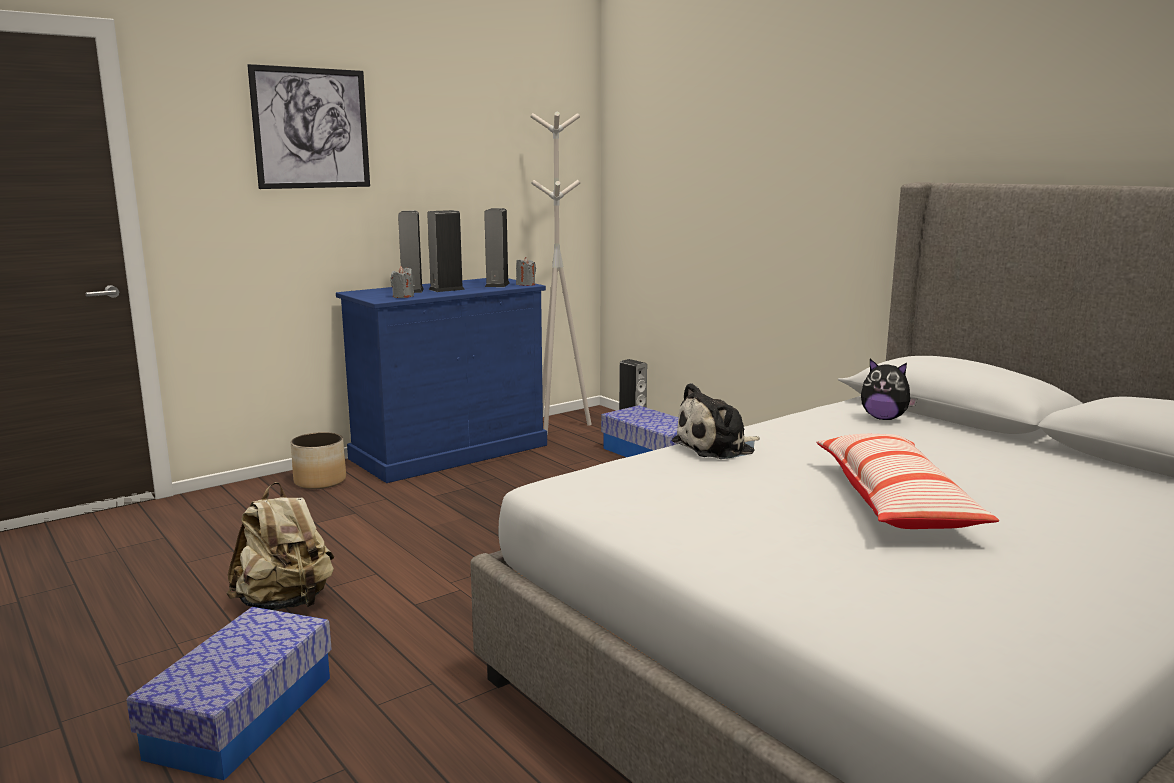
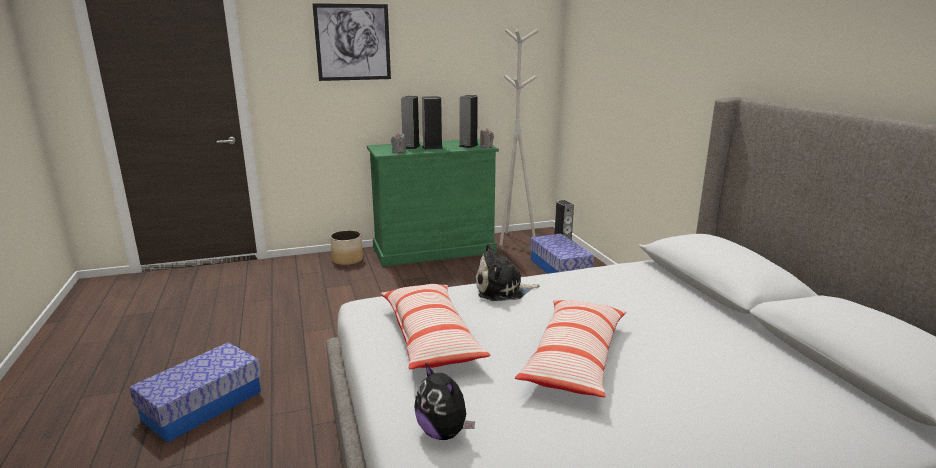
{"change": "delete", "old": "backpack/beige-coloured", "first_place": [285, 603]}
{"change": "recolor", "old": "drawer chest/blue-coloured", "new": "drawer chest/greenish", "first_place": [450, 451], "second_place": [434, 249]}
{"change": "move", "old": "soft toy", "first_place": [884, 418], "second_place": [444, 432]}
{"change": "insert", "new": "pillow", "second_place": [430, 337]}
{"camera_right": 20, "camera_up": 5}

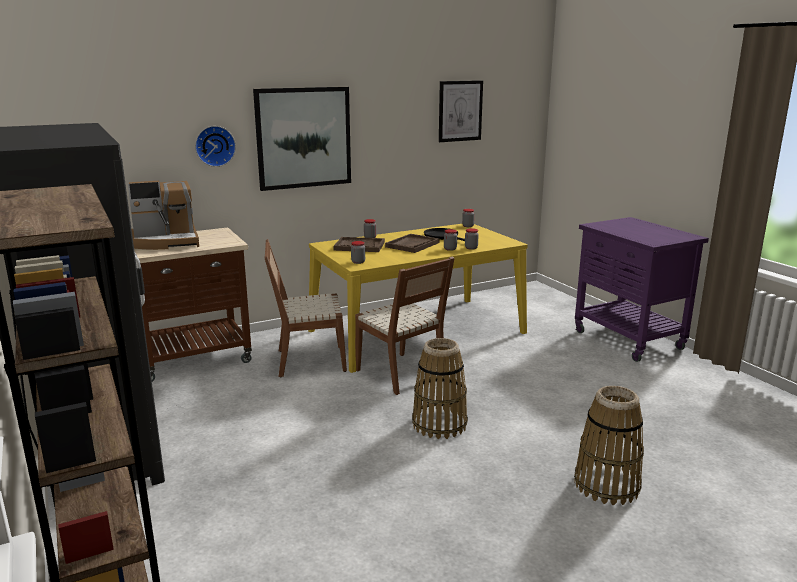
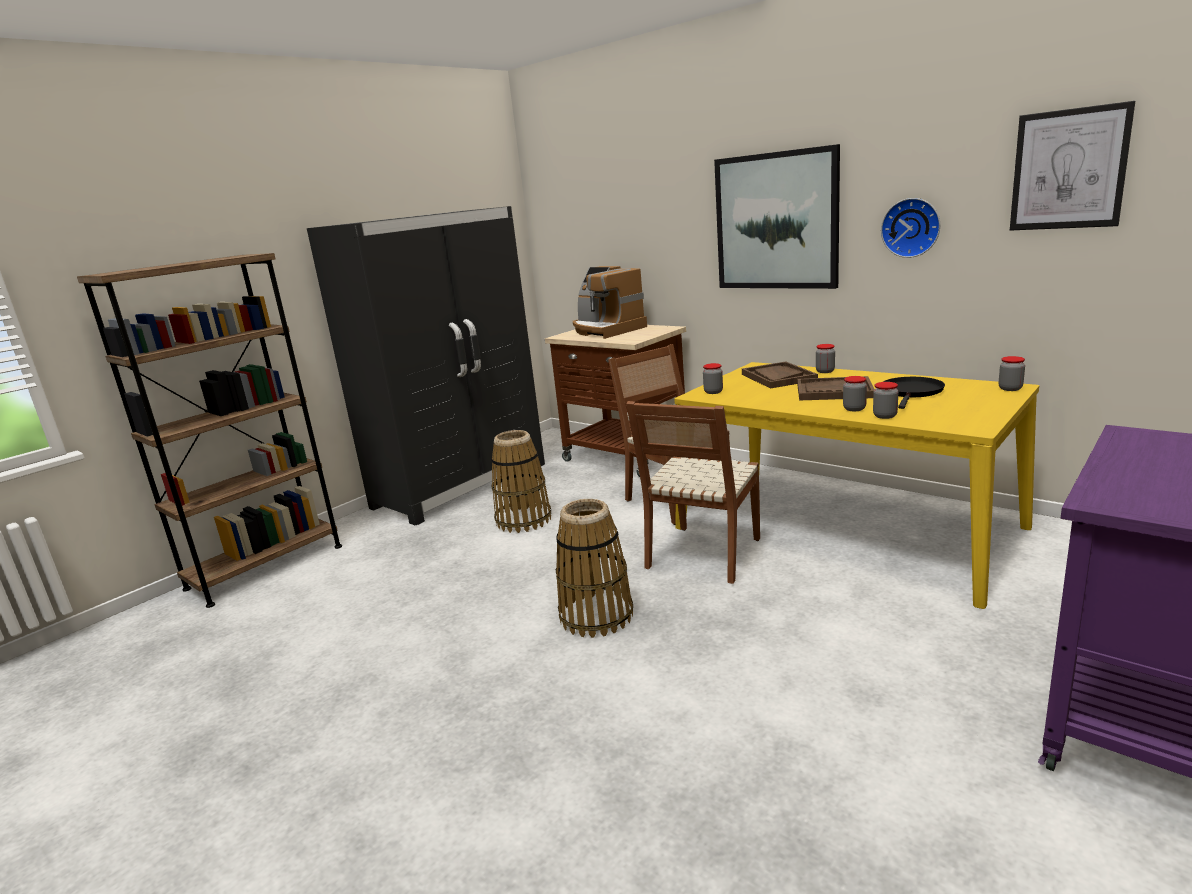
{"change": "move", "old": "wall clock", "first_place": [214, 146], "second_place": [911, 227]}
{"change": "move", "old": "storage basket", "first_place": [606, 485], "second_place": [524, 520]}
{"camera_right": 70, "camera_up": 0}

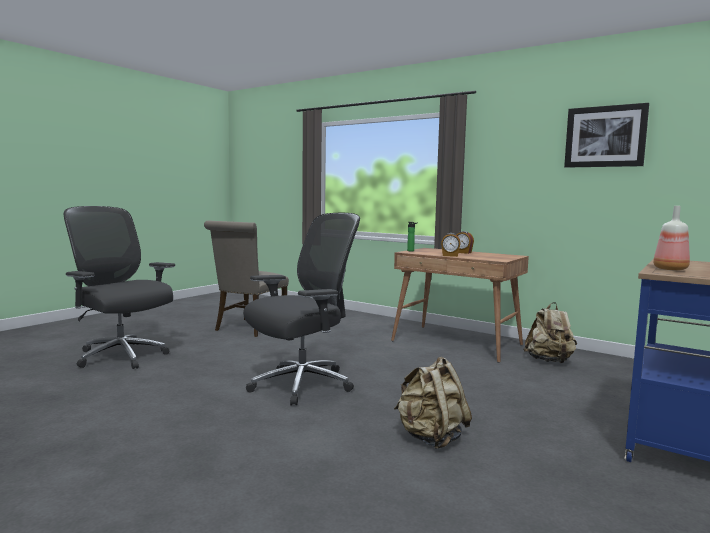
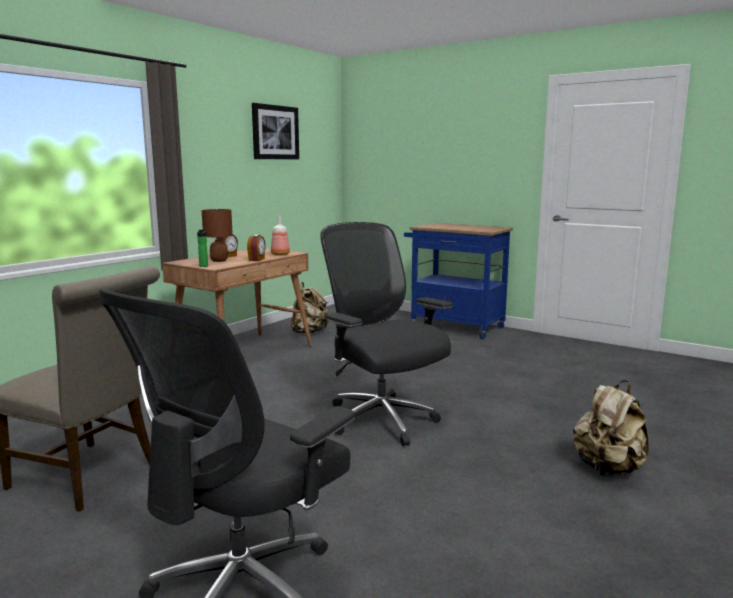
{"change": "move", "old": "backpack/beige-coloured", "first_place": [431, 438], "second_place": [608, 469]}
{"change": "move", "old": "beverage bottle", "first_place": [669, 269], "second_place": [280, 255]}
{"change": "insert", "new": "tabletop lamp/brownish", "second_place": [219, 261]}
{"camera_right": -90, "camera_up": 5}

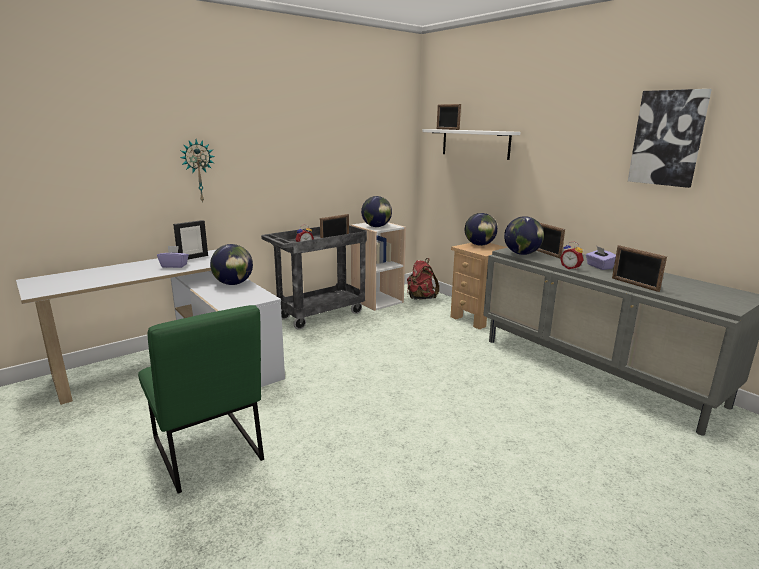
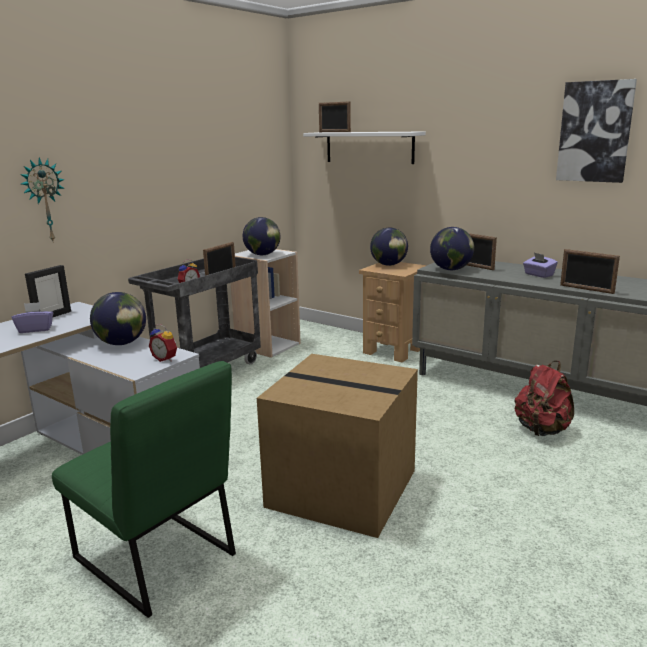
{"change": "move", "old": "backpack/reddish", "first_place": [420, 298], "second_place": [542, 430]}
{"change": "move", "old": "alarm clock", "first_place": [571, 268], "second_place": [166, 359]}
{"change": "insert", "new": "packing box", "second_place": [339, 489]}
{"camera_right": -15, "camera_up": 0}

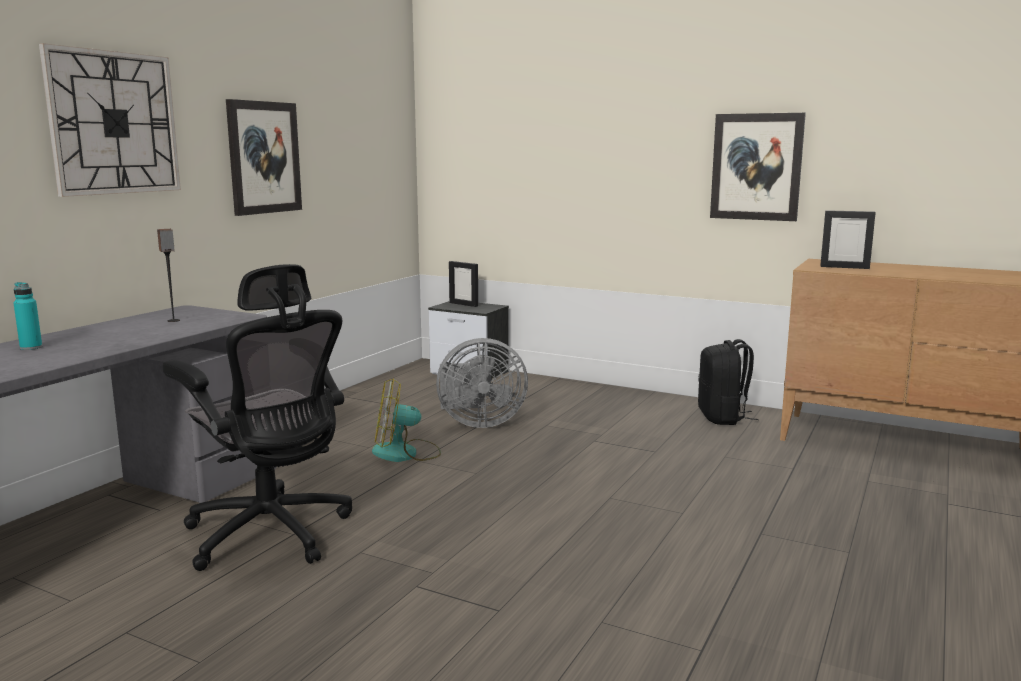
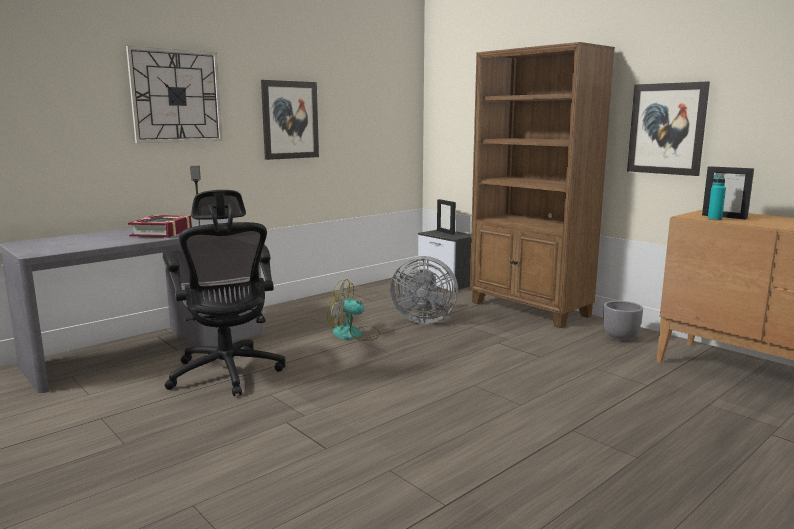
{"change": "move", "old": "beverage bottle/turquoise-coloured", "first_place": [31, 347], "second_place": [714, 219]}
{"change": "replace", "old": "backpack/black", "new": "flower pot/gray", "first_place": [723, 418], "second_place": [620, 338]}
{"change": "insert", "new": "bound book", "second_place": [162, 232]}
{"change": "insert", "new": "bookshelf/brownish", "second_place": [529, 309]}
{"camera_right": 20, "camera_up": 0}

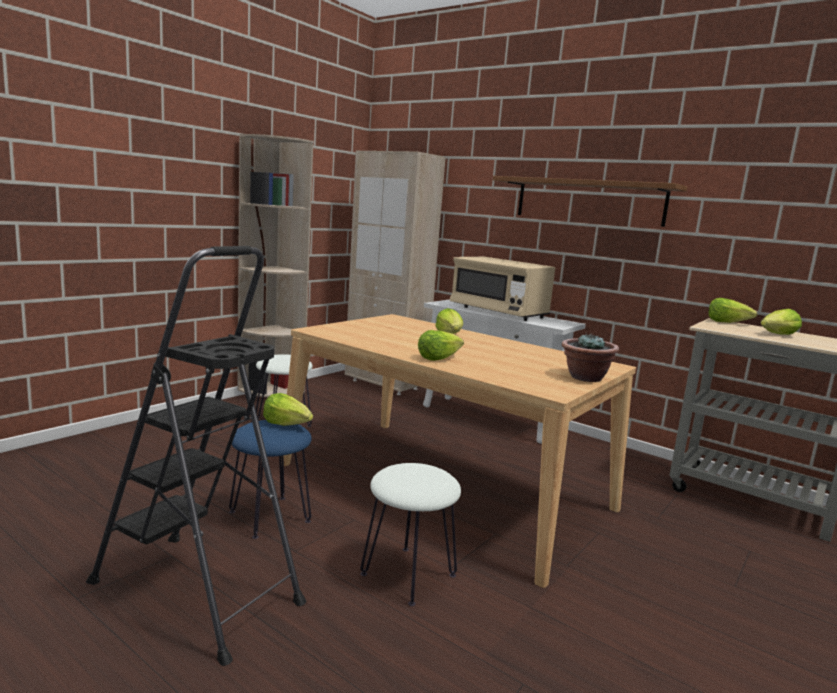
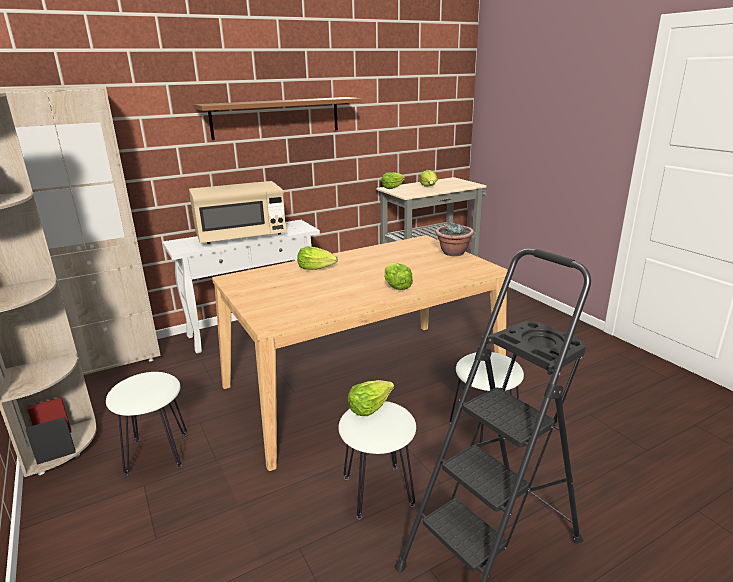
{"change": "recolor", "old": "sitting stool/blue-coloured", "new": "sitting stool/whitish", "first_place": [269, 516], "second_place": [378, 491]}
{"camera_right": -65, "camera_up": 10}

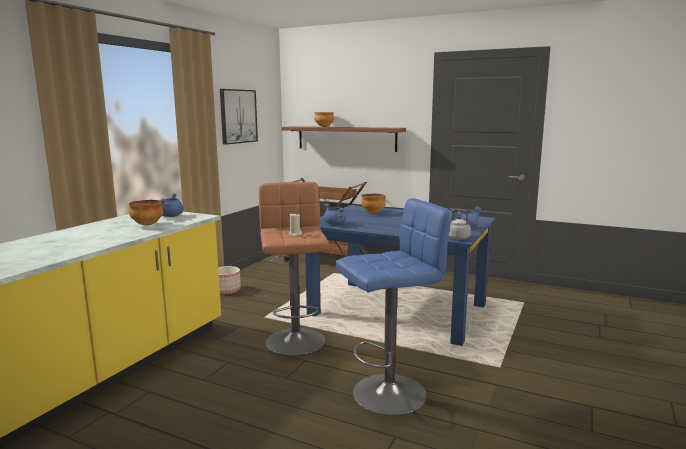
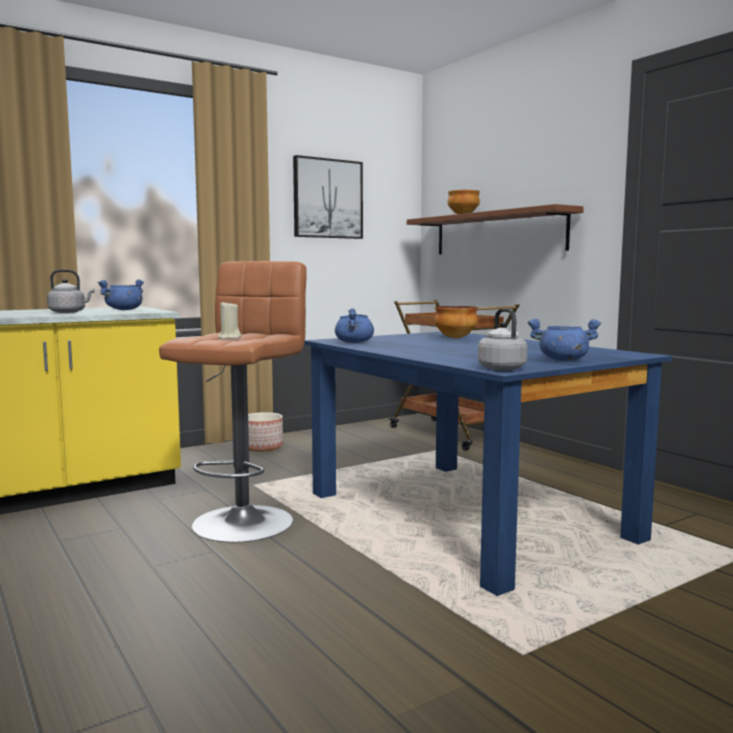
{"change": "replace", "old": "bowl", "new": "tea kettle/gray", "first_place": [147, 225], "second_place": [69, 312]}
{"change": "delete", "old": "sitting stool/blue-coloured", "first_place": [390, 394]}
{"camera_right": 30, "camera_up": -5}

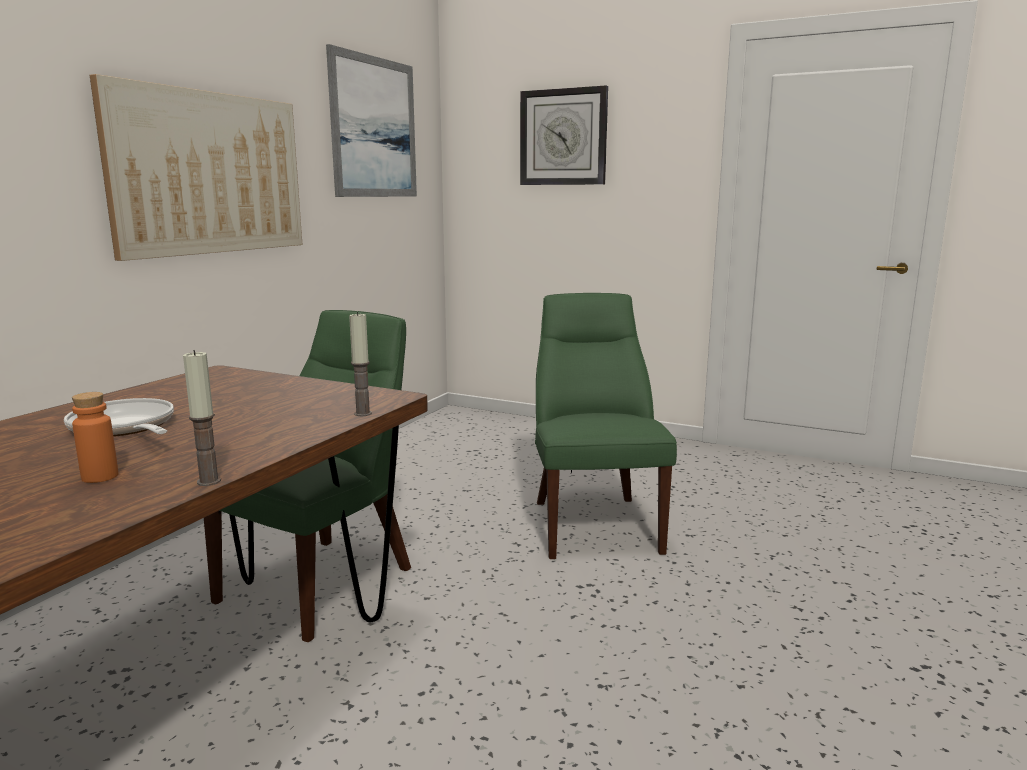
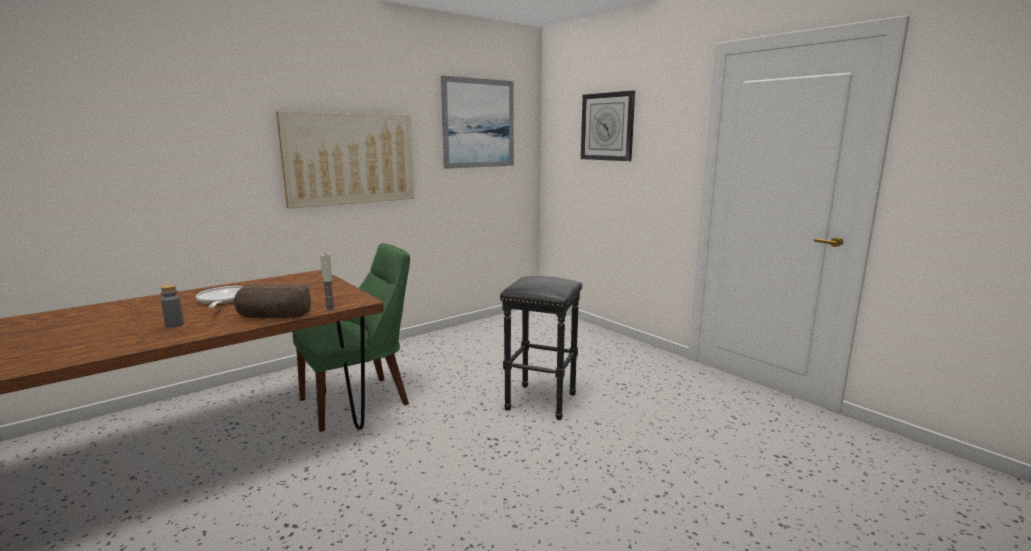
{"change": "recolor", "old": "beverage bottle/orange", "new": "beverage bottle/gray", "first_place": [100, 477], "second_place": [174, 325]}
{"change": "delete", "old": "candle", "first_place": [209, 481]}
{"change": "replace", "old": "plain chair/greenish", "new": "sitting stool/black", "first_place": [593, 523], "second_place": [542, 401]}
{"change": "insert", "new": "bread", "second_place": [273, 316]}
{"camera_right": 25, "camera_up": 0}

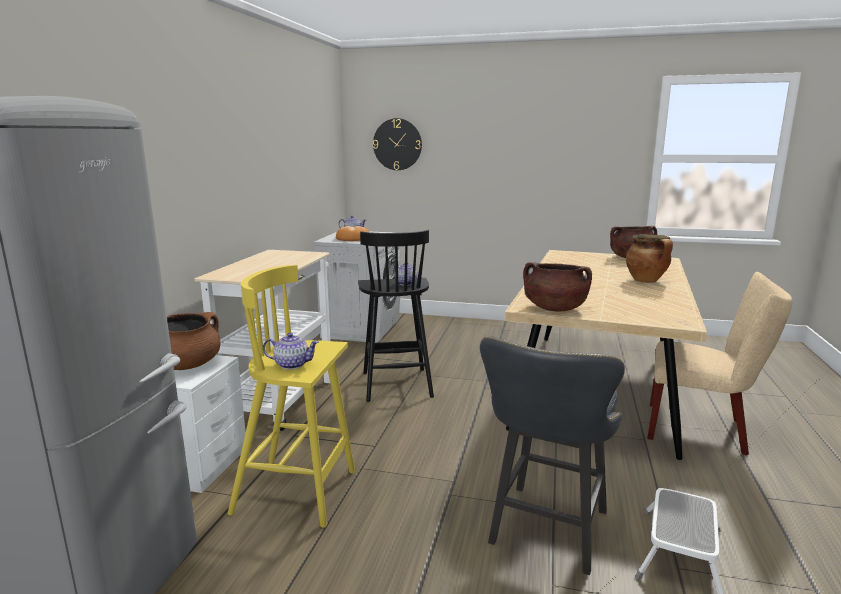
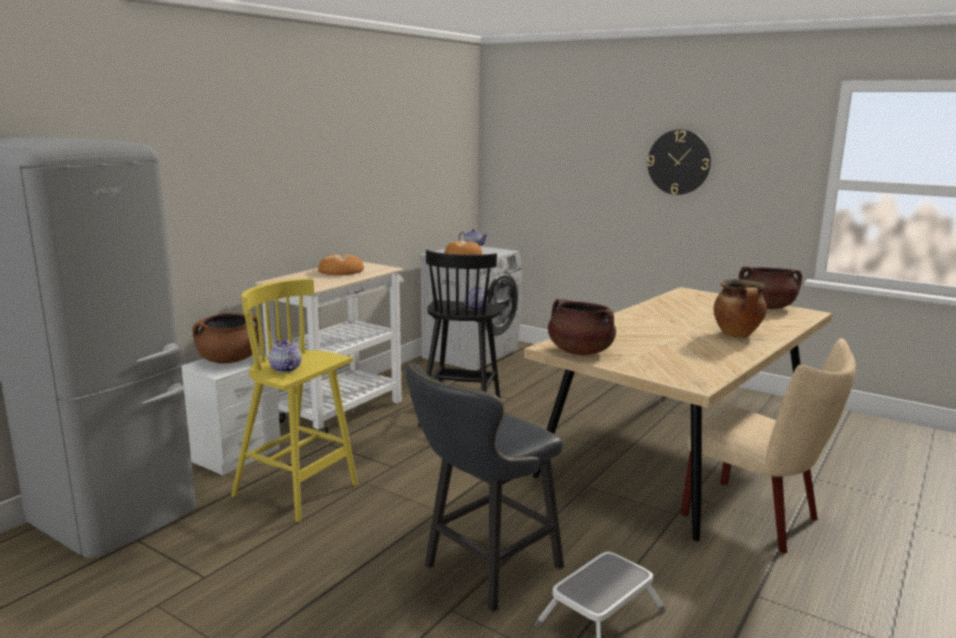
{"change": "rotate", "old": "teapot", "first_place": [292, 364], "second_place": [285, 369], "degrees": -150}
{"change": "move", "old": "wall clock", "first_place": [397, 144], "second_place": [678, 162]}
{"change": "insert", "new": "bread", "second_place": [341, 271]}
{"camera_right": 20, "camera_up": 0}

